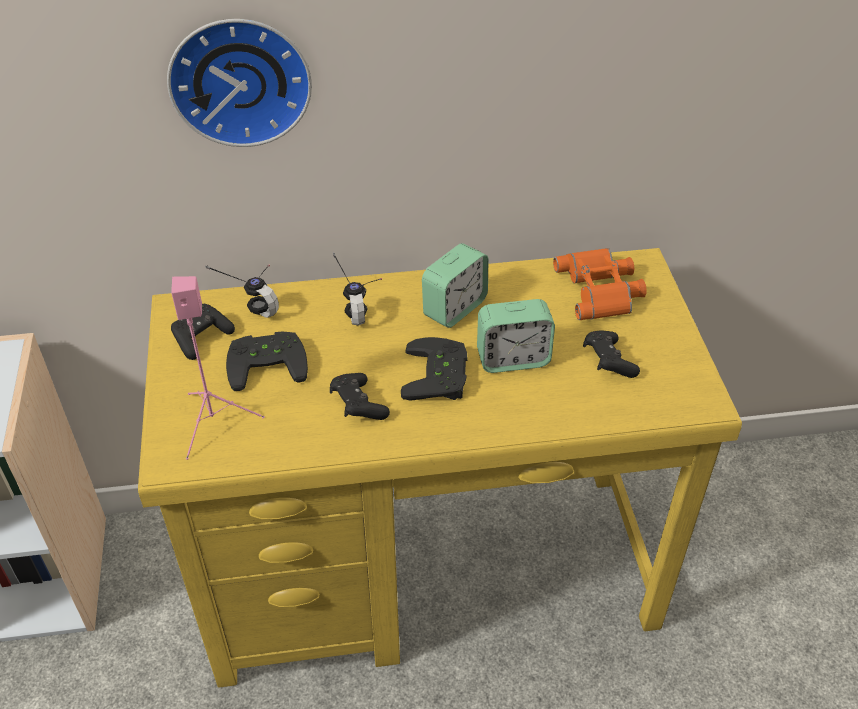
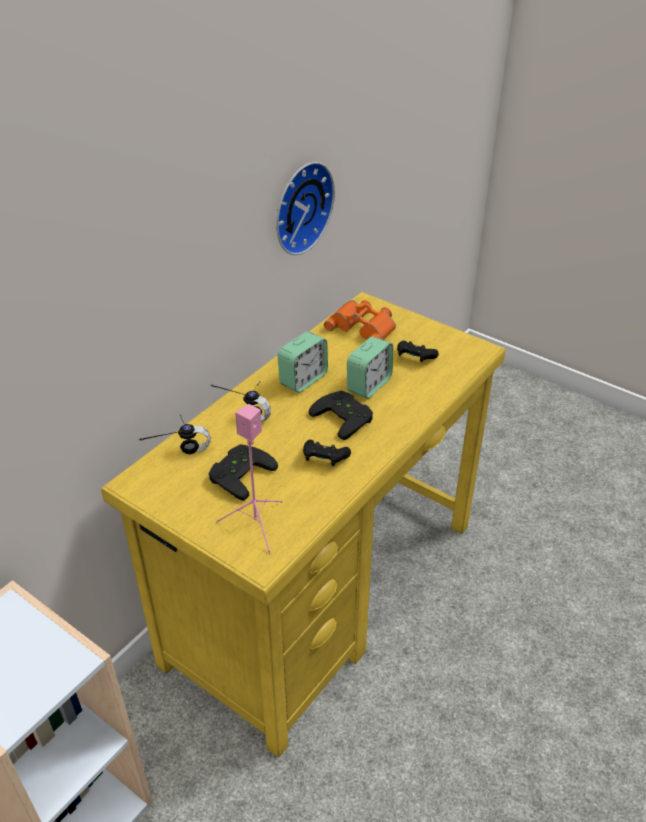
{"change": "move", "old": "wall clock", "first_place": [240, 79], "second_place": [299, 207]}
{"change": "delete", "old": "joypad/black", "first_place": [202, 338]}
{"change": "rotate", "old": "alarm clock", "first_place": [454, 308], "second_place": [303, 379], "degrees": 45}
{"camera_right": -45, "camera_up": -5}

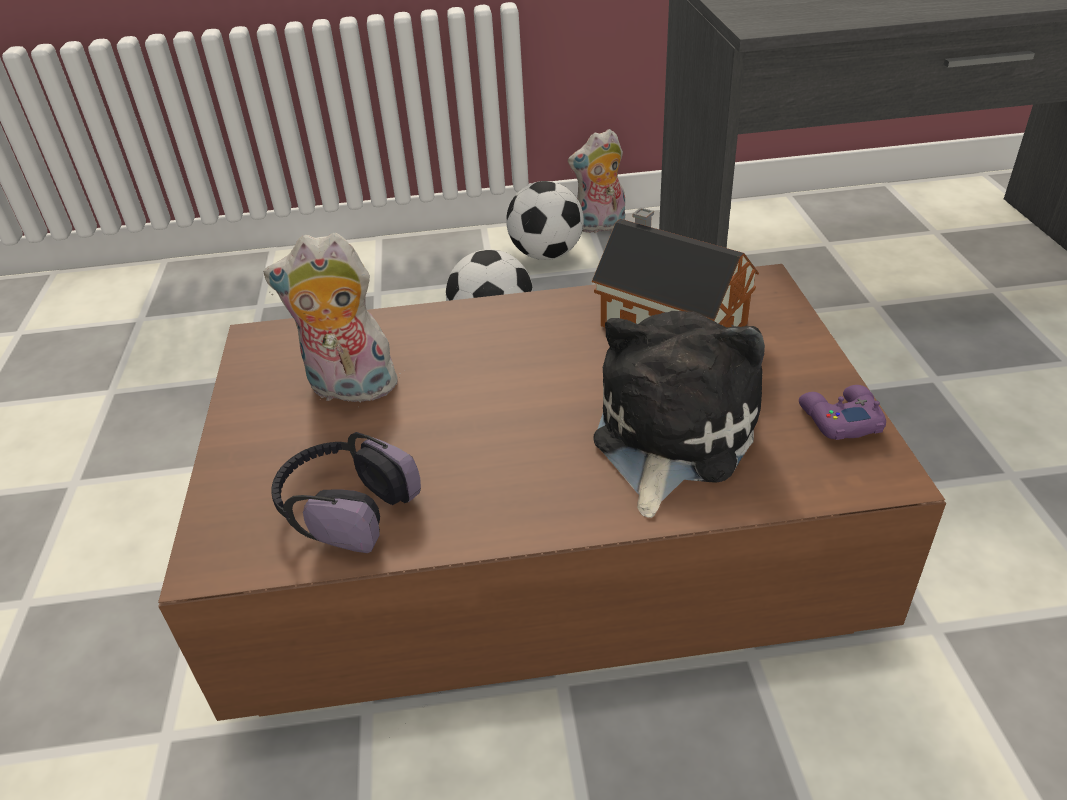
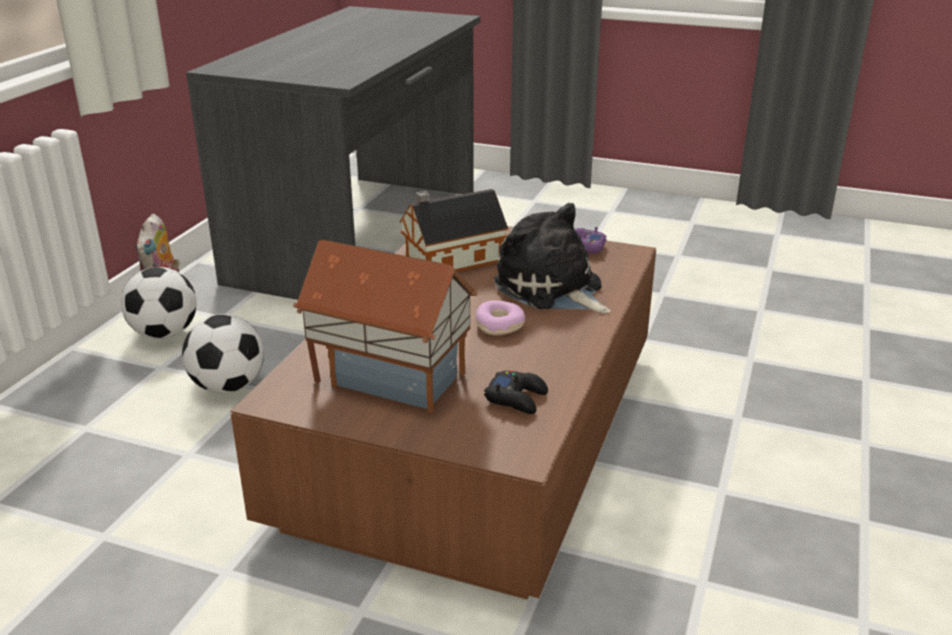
{"change": "replace", "old": "soft toy", "new": "model house", "first_place": [349, 389], "second_place": [391, 374]}
{"change": "replace", "old": "headset", "new": "joypad/black", "first_place": [345, 508], "second_place": [517, 398]}
{"change": "insert", "new": "doughnut", "second_place": [499, 325]}
{"camera_right": -65, "camera_up": -10}

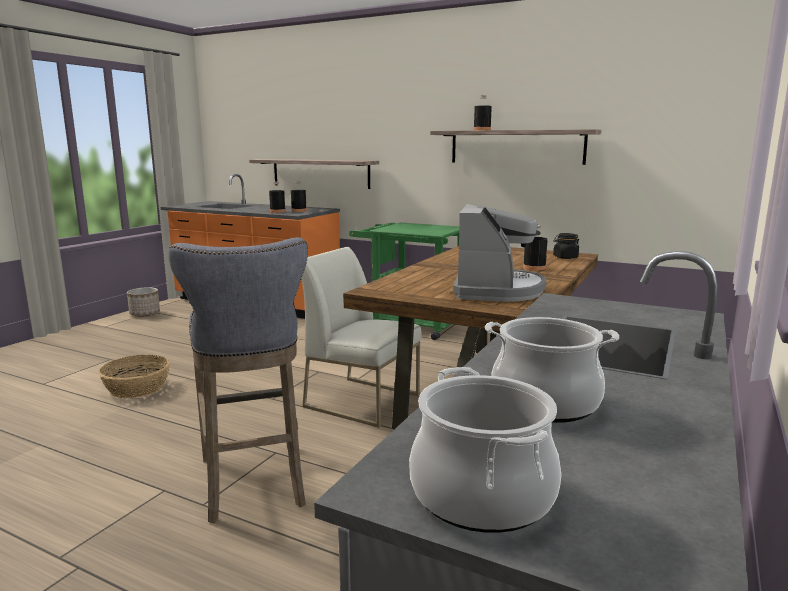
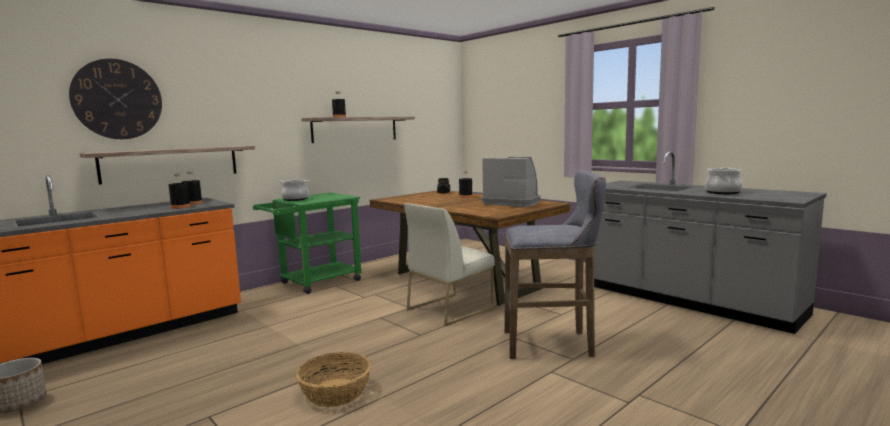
{"change": "move", "old": "cooking pot", "first_place": [481, 495], "second_place": [295, 199]}
{"change": "insert", "new": "wall clock", "second_place": [117, 99]}
{"camera_right": -70, "camera_up": -5}

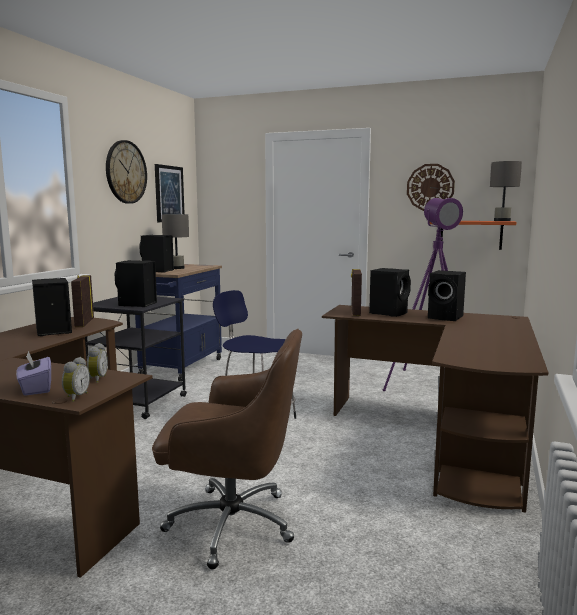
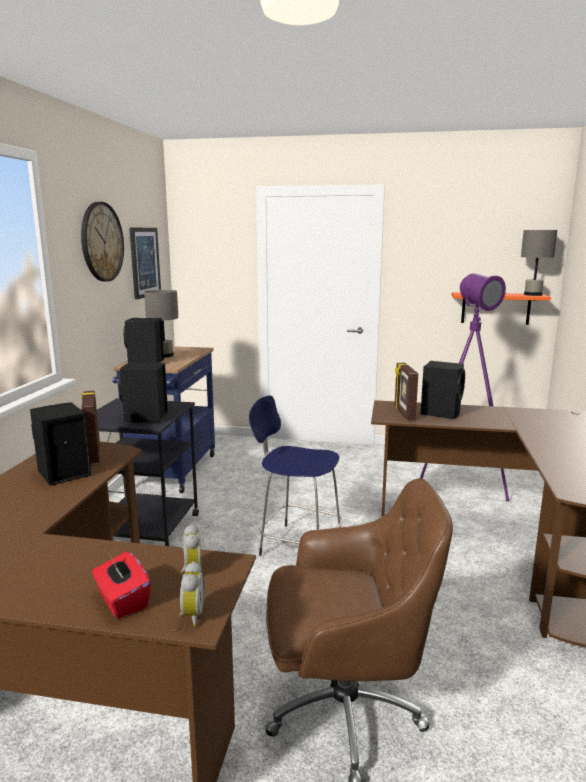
{"change": "recolor", "old": "tissue box/purple-coloured", "new": "tissue box/reddish", "first_place": [35, 388], "second_place": [122, 601]}
{"change": "delete", "old": "wall clock", "first_place": [430, 187]}
{"change": "delete", "old": "speaker/black", "first_place": [446, 317]}
{"camera_right": -10, "camera_up": 5}

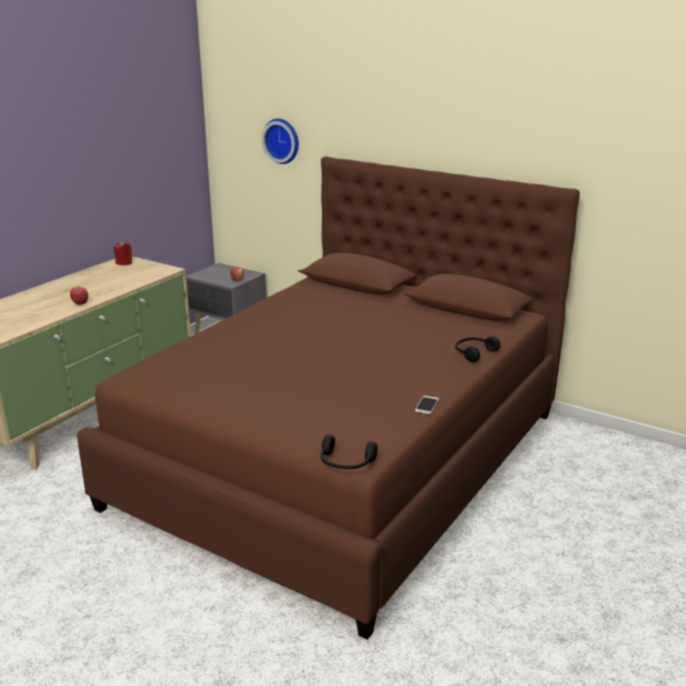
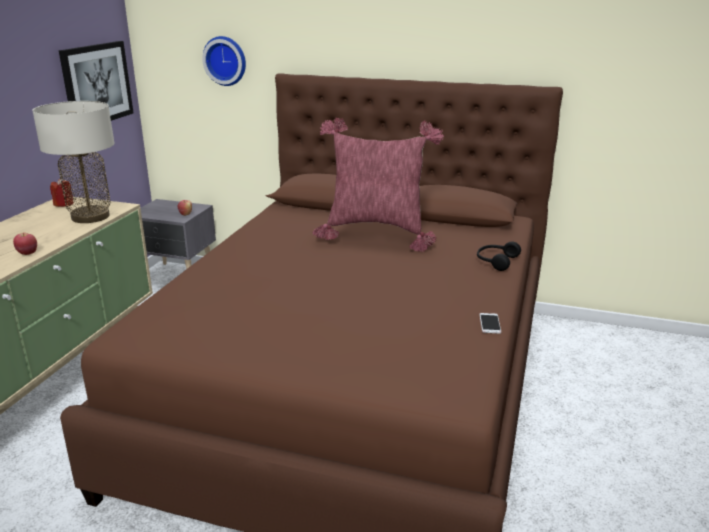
{"change": "delete", "old": "headset/black", "first_place": [345, 463]}
{"change": "insert", "new": "tabletop lamp", "second_place": [90, 217]}
{"change": "insert", "new": "wall art", "second_place": [97, 84]}
{"change": "insert", "new": "pillow/reddish", "second_place": [376, 240]}
{"camera_right": -15, "camera_up": 0}

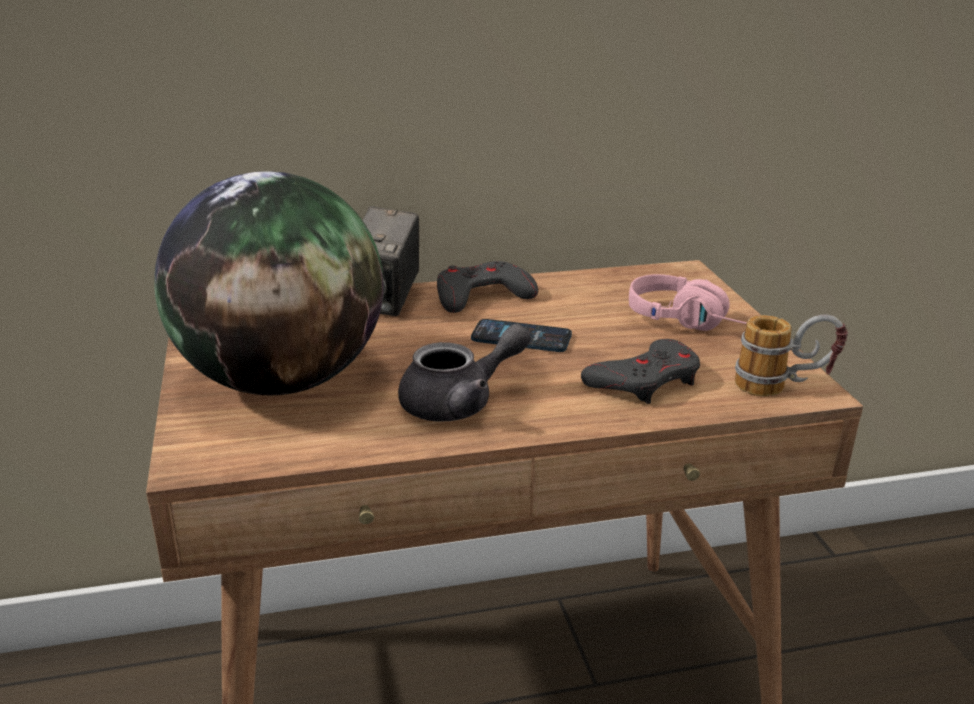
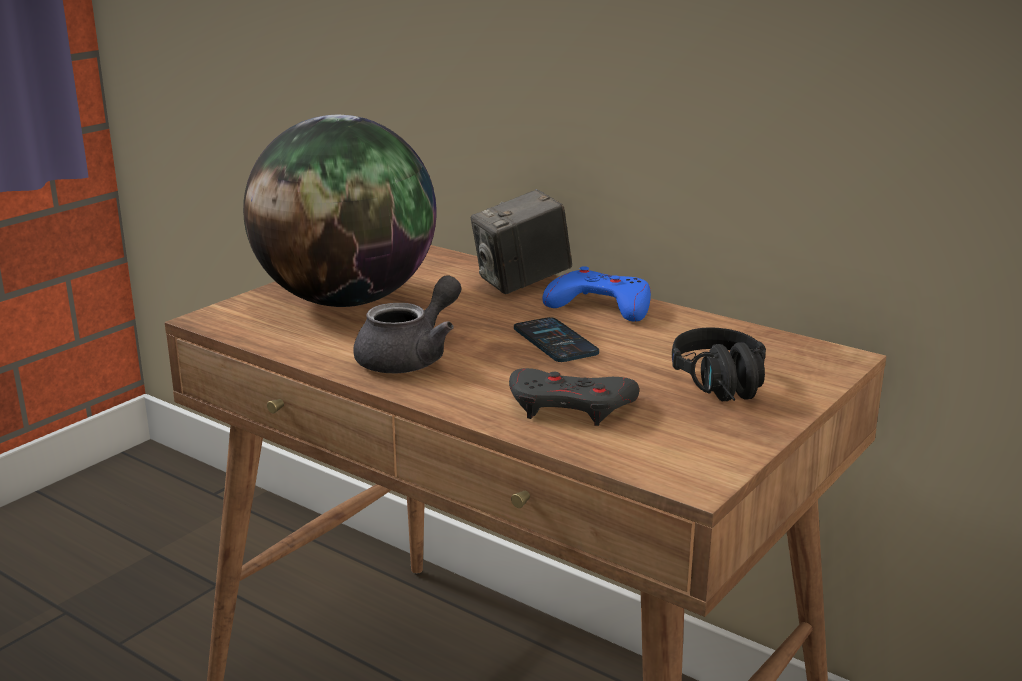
{"change": "rotate", "old": "teapot/gray", "first_place": [460, 402], "second_place": [411, 357], "degrees": -75}
{"change": "recolor", "old": "joypad/gray", "new": "joypad/blue-coloured", "first_place": [482, 296], "second_place": [600, 305]}
{"change": "recolor", "old": "headset/pinkish", "new": "headset/black", "first_place": [687, 321], "second_place": [725, 389]}
{"change": "delete", "old": "mug", "first_place": [783, 388]}
{"camera_right": 50, "camera_up": -5}

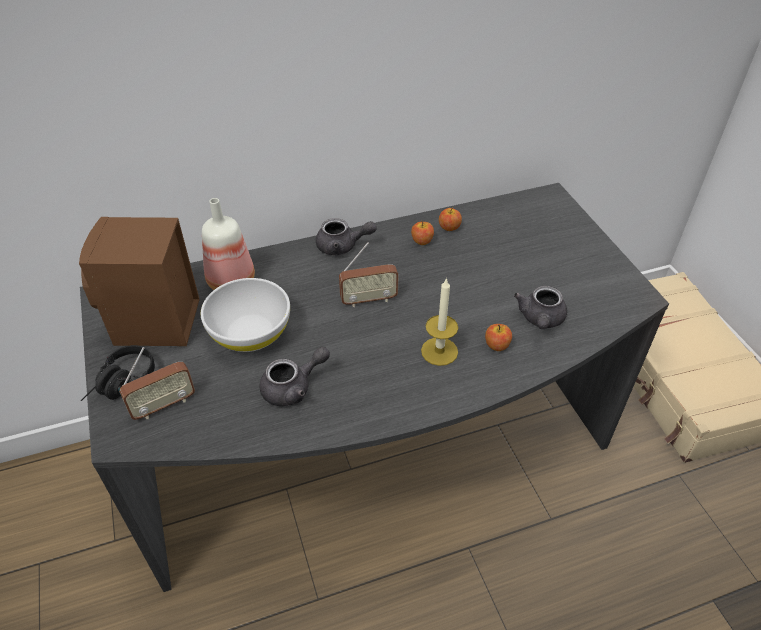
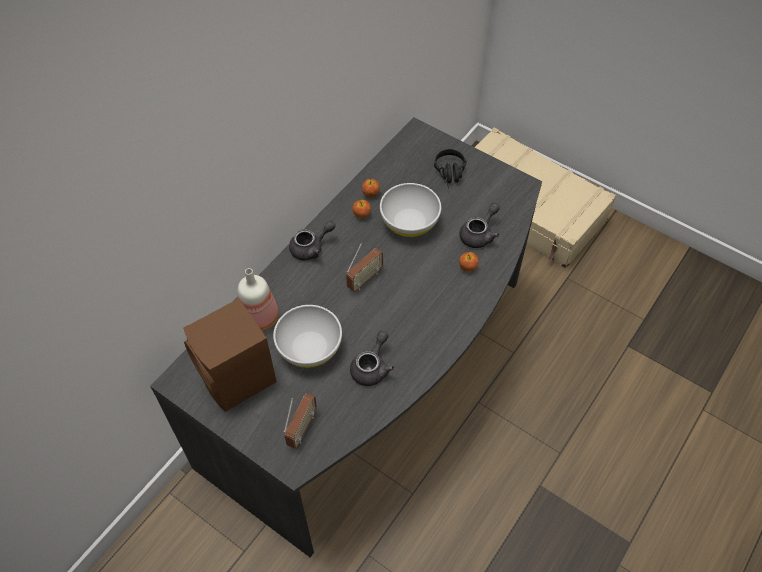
{"change": "move", "old": "headset/black", "first_place": [122, 385], "second_place": [450, 175]}
{"change": "delete", "old": "candle", "first_place": [439, 351]}
{"change": "rotate", "old": "teapot/gray", "first_place": [540, 320], "second_place": [479, 234], "degrees": -120}
{"change": "insert", "new": "bowl/whitish", "second_place": [410, 222]}
{"camera_right": -35, "camera_up": 10}

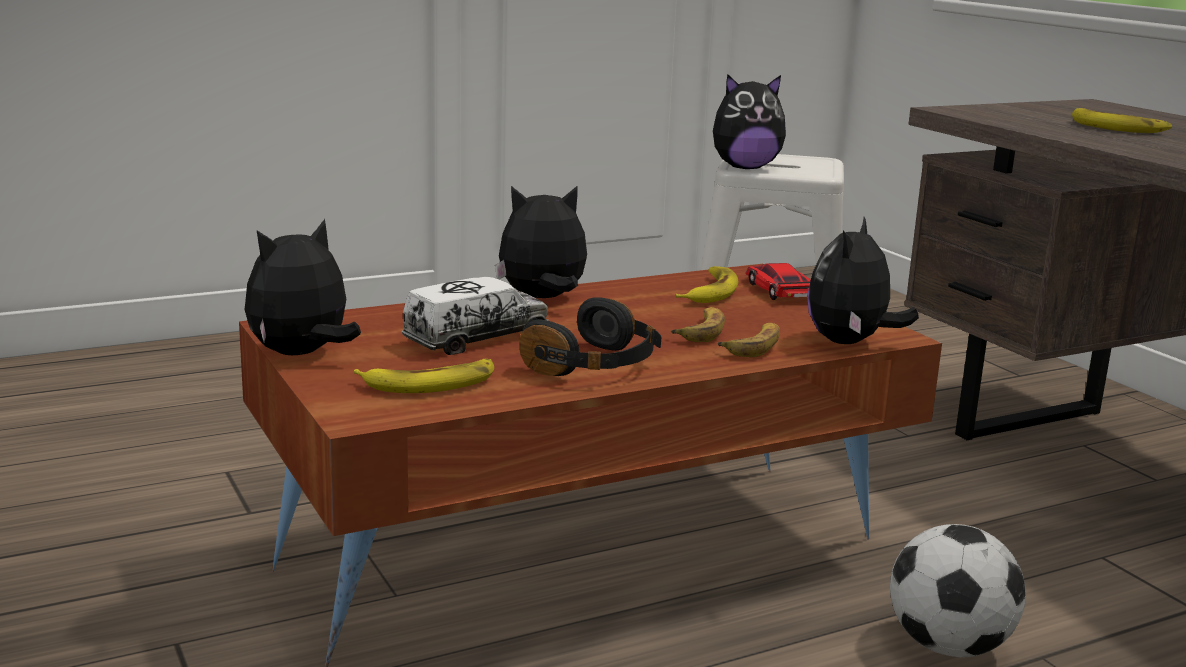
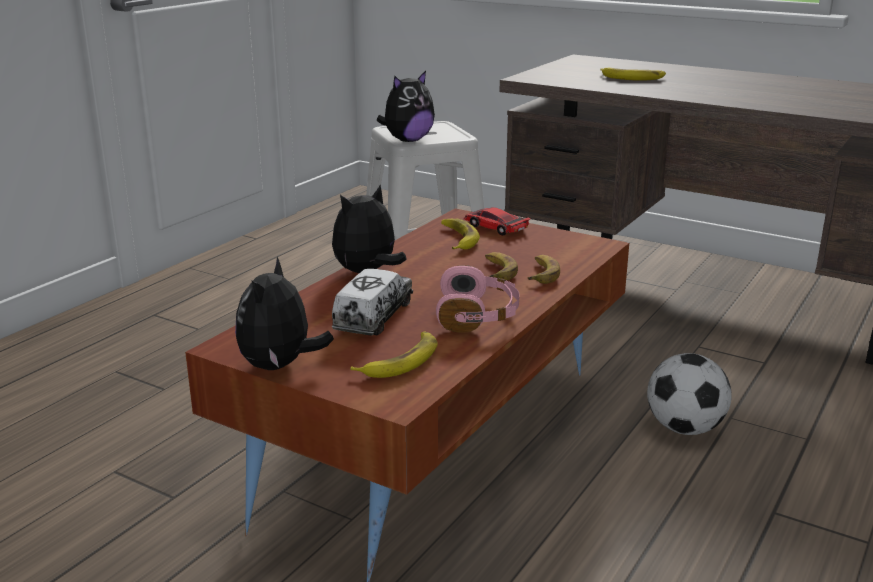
{"change": "recolor", "old": "headset/black", "new": "headset/pinkish", "first_place": [596, 366], "second_place": [478, 315]}
{"change": "delete", "old": "soft toy", "first_place": [850, 343]}
{"camera_right": -30, "camera_up": 5}

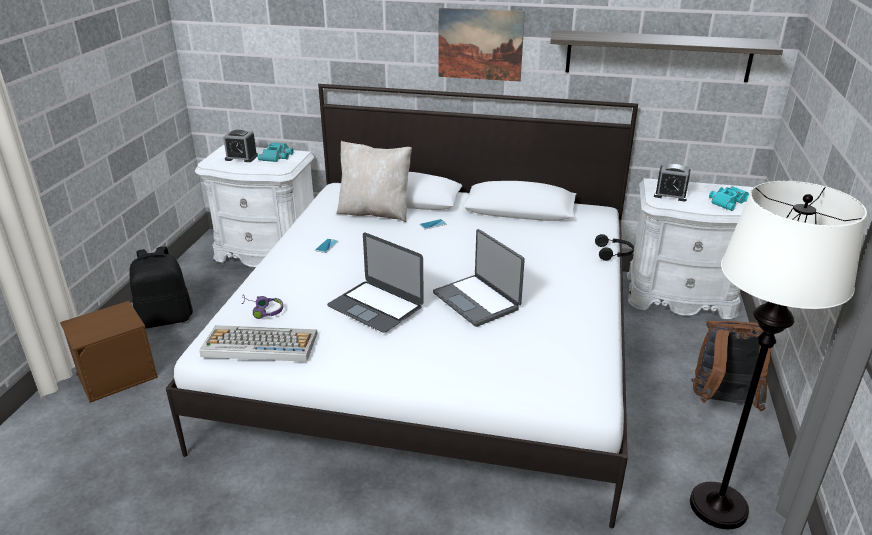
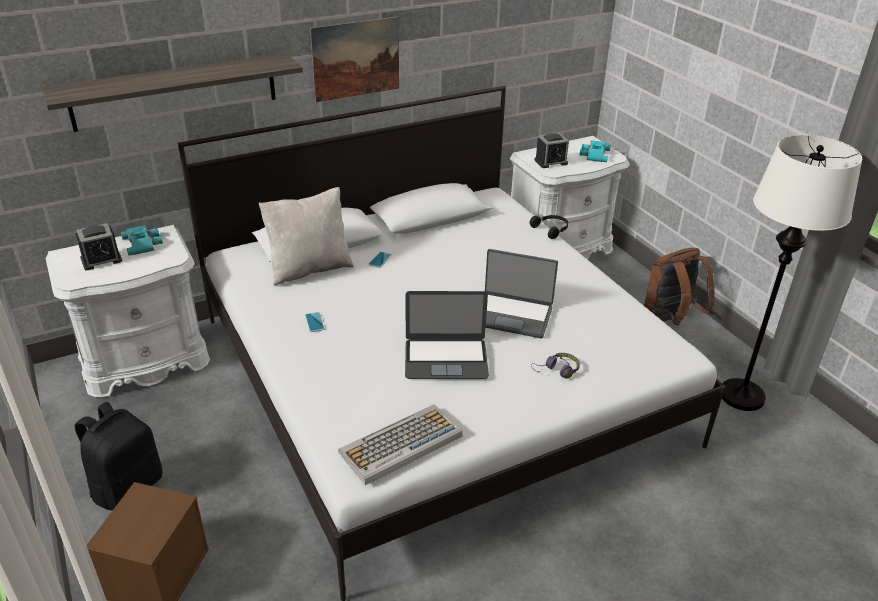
{"change": "move", "old": "headset/purple-coloured", "first_place": [262, 311], "second_place": [557, 370]}
{"change": "move", "old": "shelf", "first_place": [657, 55], "second_place": [175, 92]}
{"camera_right": -40, "camera_up": 5}

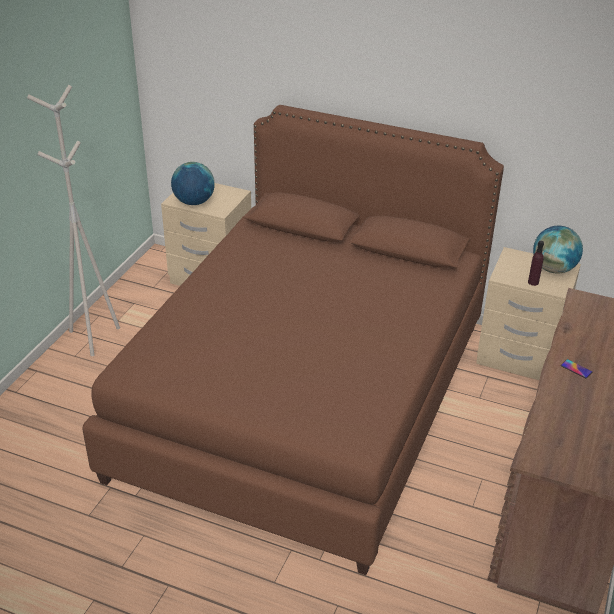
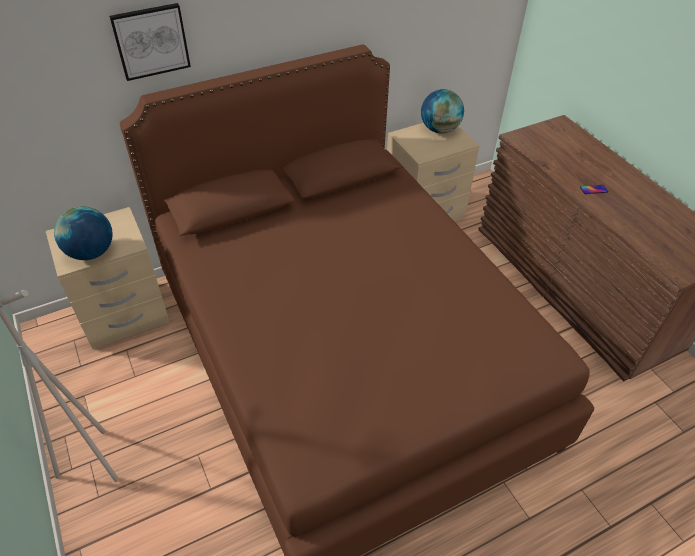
{"change": "delete", "old": "beverage bottle/purple-coloured", "first_place": [533, 282]}
{"change": "insert", "new": "wall art", "second_place": [151, 41]}
{"camera_right": -50, "camera_up": 10}

